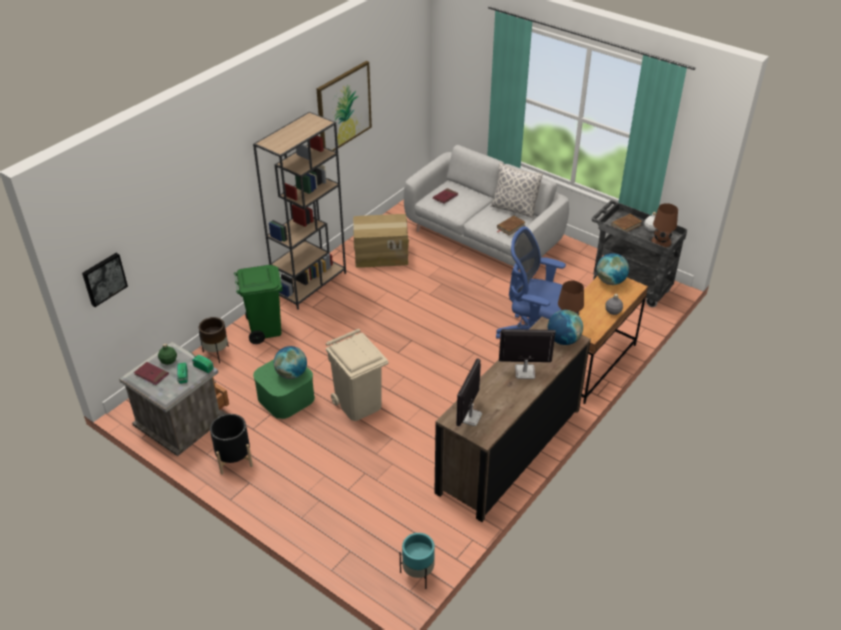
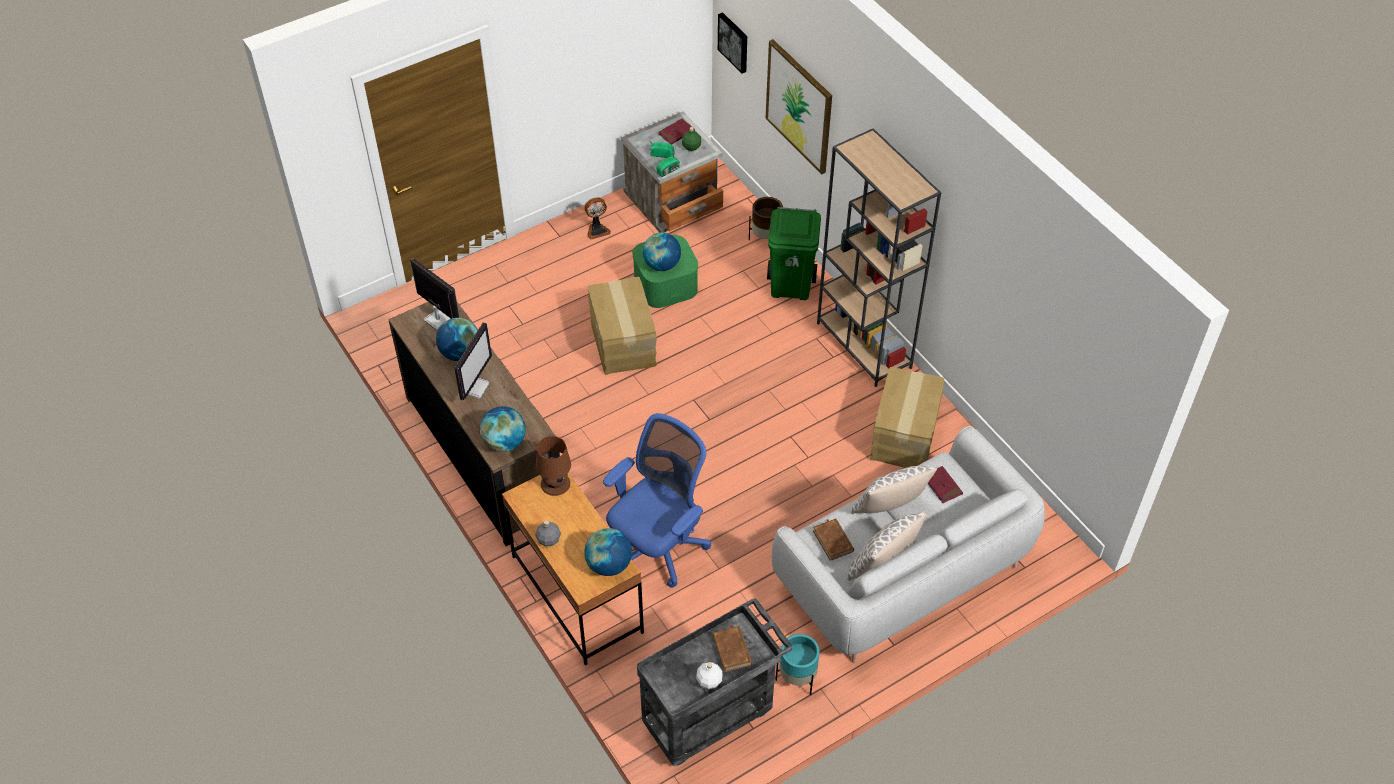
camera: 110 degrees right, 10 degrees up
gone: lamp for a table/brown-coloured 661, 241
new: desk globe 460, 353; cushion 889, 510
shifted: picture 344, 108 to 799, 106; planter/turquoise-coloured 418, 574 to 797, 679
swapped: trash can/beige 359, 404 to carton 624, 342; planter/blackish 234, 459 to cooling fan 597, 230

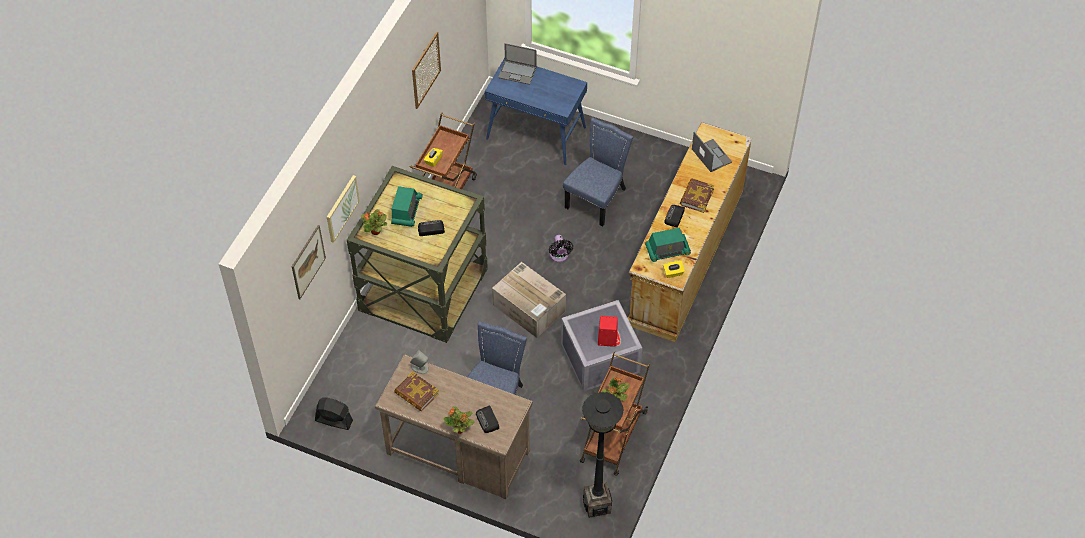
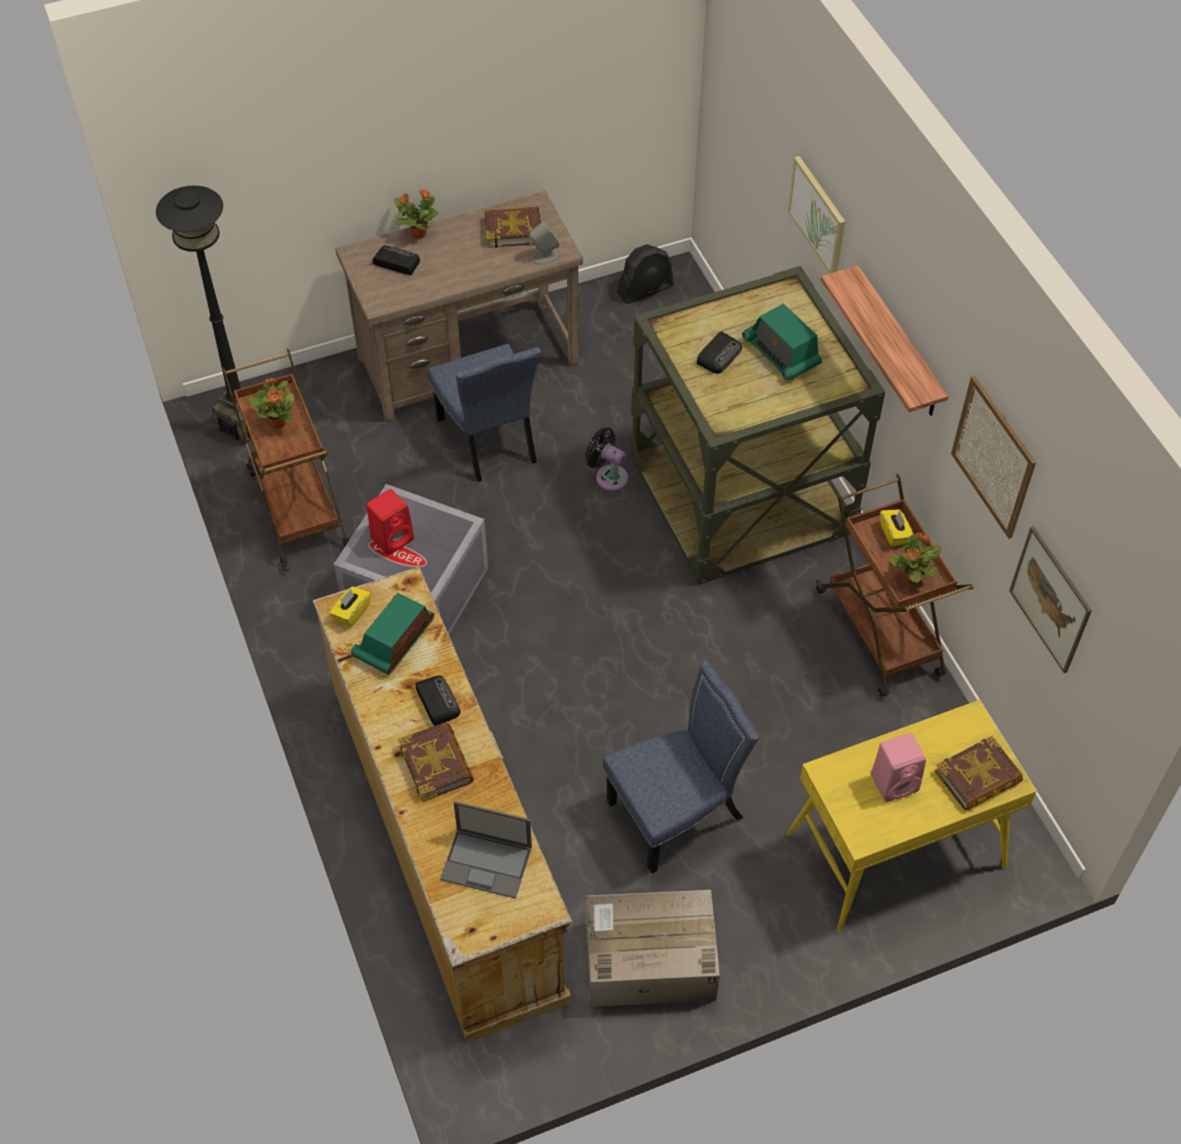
camera: 135 degrees right, 0 degrees up
new: shelf 898, 345; speaker/pink-coloured 895, 782
shifted: houseplant 376, 231 to 911, 578; picture 308, 261 to 1050, 599; cooling fan/blackish 559, 256 to 608, 476; carton 530, 308 to 648, 961
swapped: notebook computer 517, 72 to volume 978, 777
repainted: desk table/bluish 536, 133 to desk table/yellowish 895, 851
rotated: plain chair/bluish 596, 200 = 674, 814 105 degrees counterclockwise

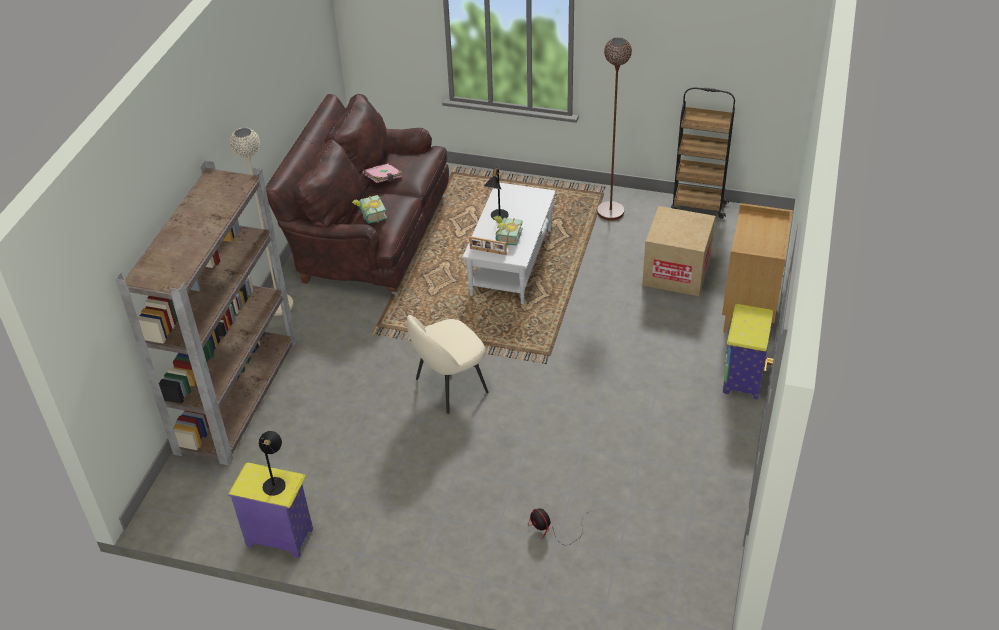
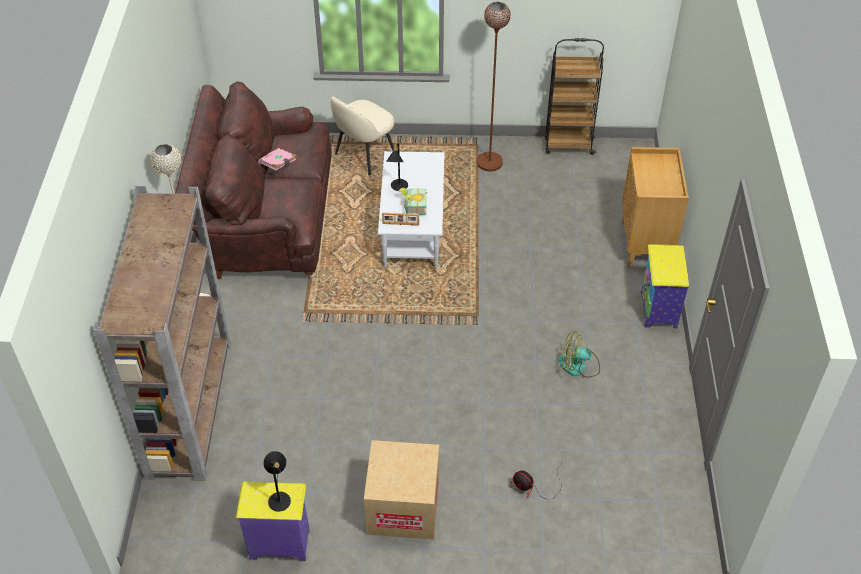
camera: 15 degrees left, 5 degrees up
gone: volume 369, 216
new: cooling fan 578, 366
shifted: carton 676, 272 to 403, 507; plain chair/beige 449, 386 to 364, 156

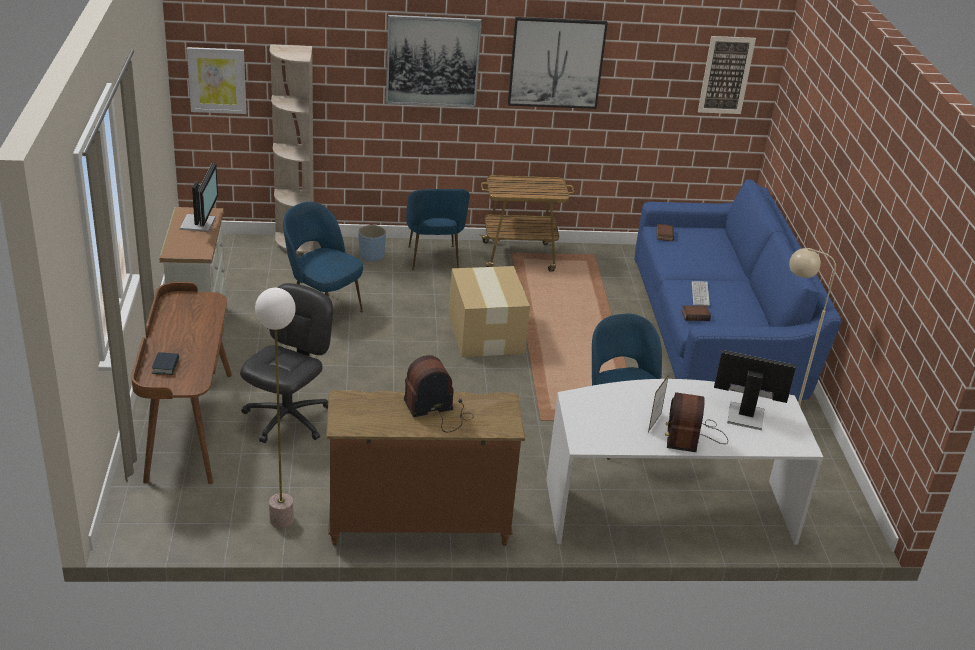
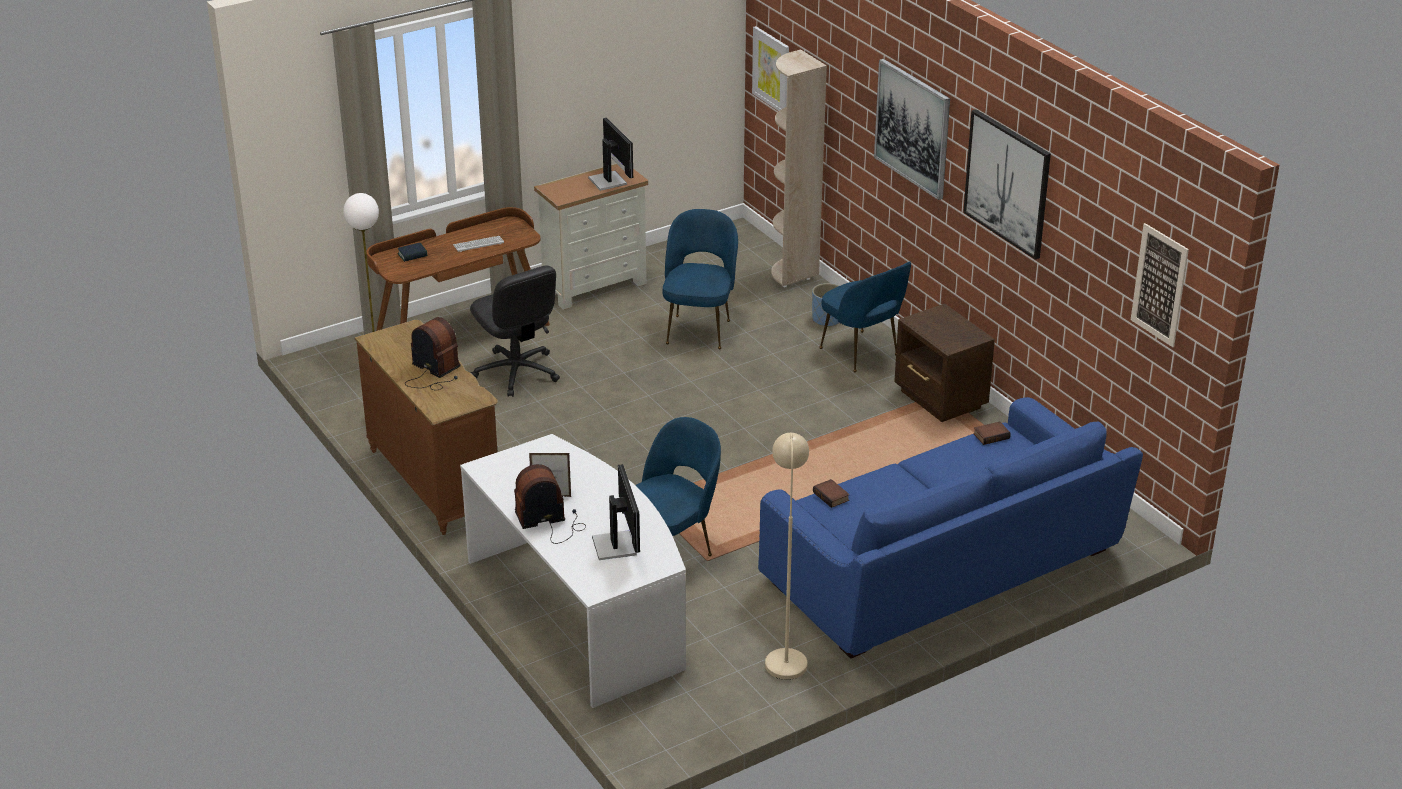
camera: 65 degrees right, 0 degrees up
gone: carton 486, 333
shifted: computer keyboard 700, 294 to 478, 244
swapped: wheeled cart 520, 256 to night table/brown-coloured 940, 400
rotated: monitor 199, 223 = 609, 180 90 degrees counterclockwise; plain chair/bluish 433, 261 = 862, 355 90 degrees counterclockwise; computer chair/blackish 288, 418 = 516, 372 60 degrees clockwise

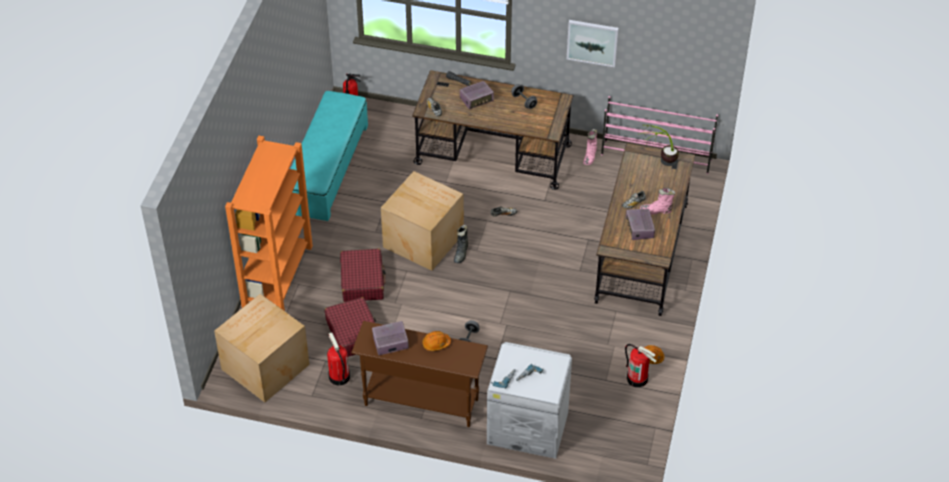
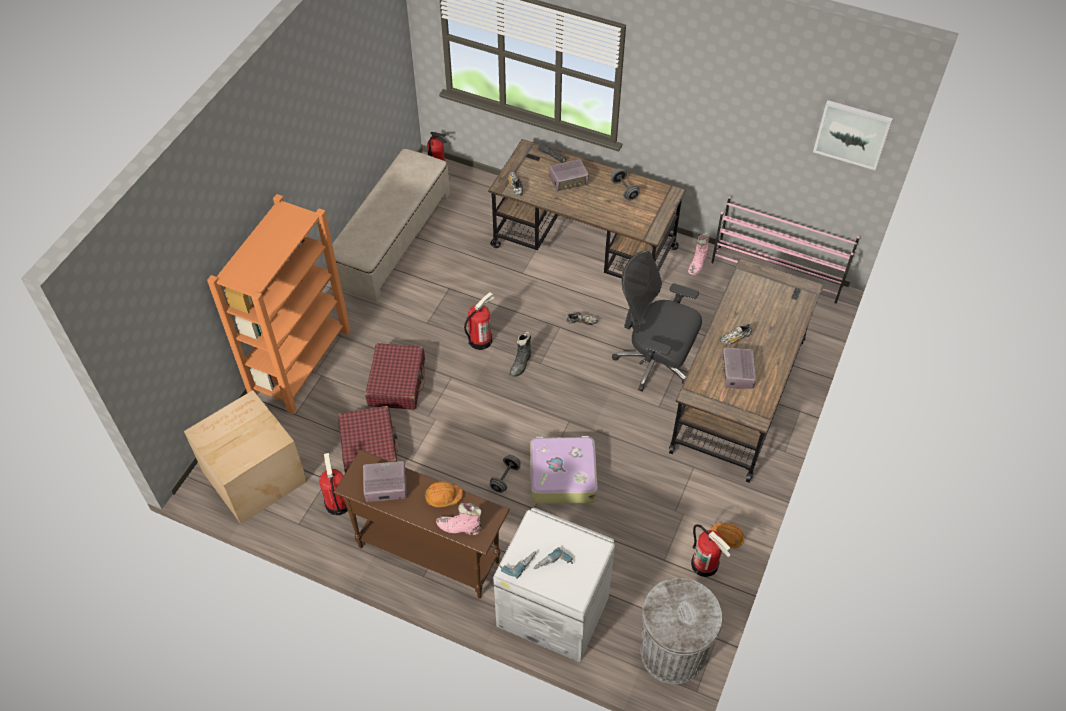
camera: 10 degrees right, 5 degrees up
gone: houseplant 658, 161
new: computer chair 655, 364; travel case 562, 475; trash can/greyish 672, 653
shifted: picture 592, 42 to 852, 134; boot/pink-coloured 656, 211 to 460, 527
swapped: carton 423, 239 to fire extinguisher 480, 340
repainted: bench/turquoise-coloured 328, 167 to bench/beige 392, 238

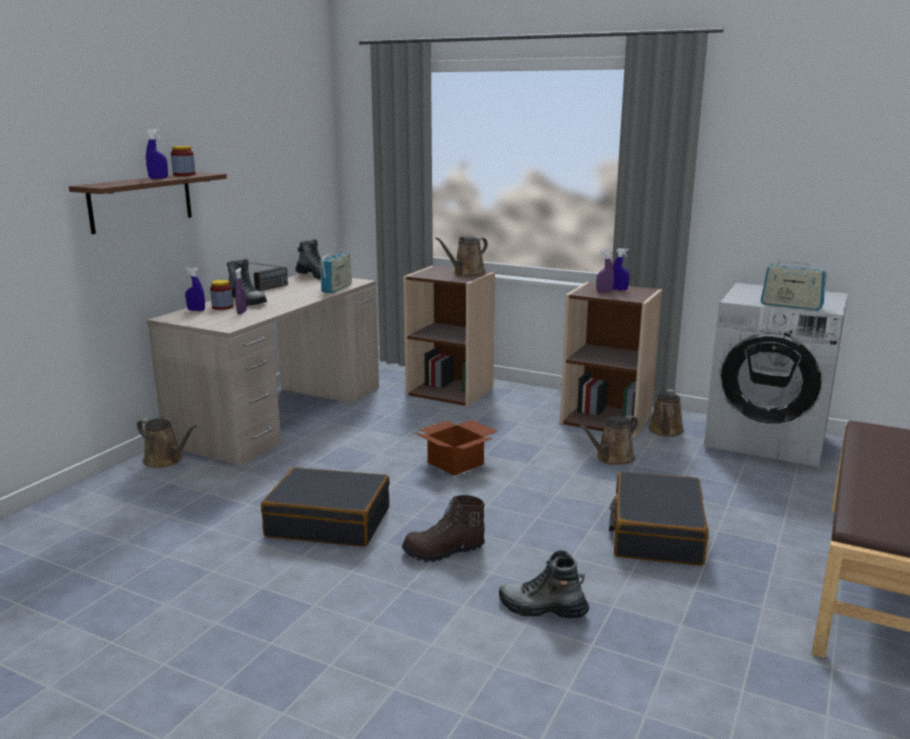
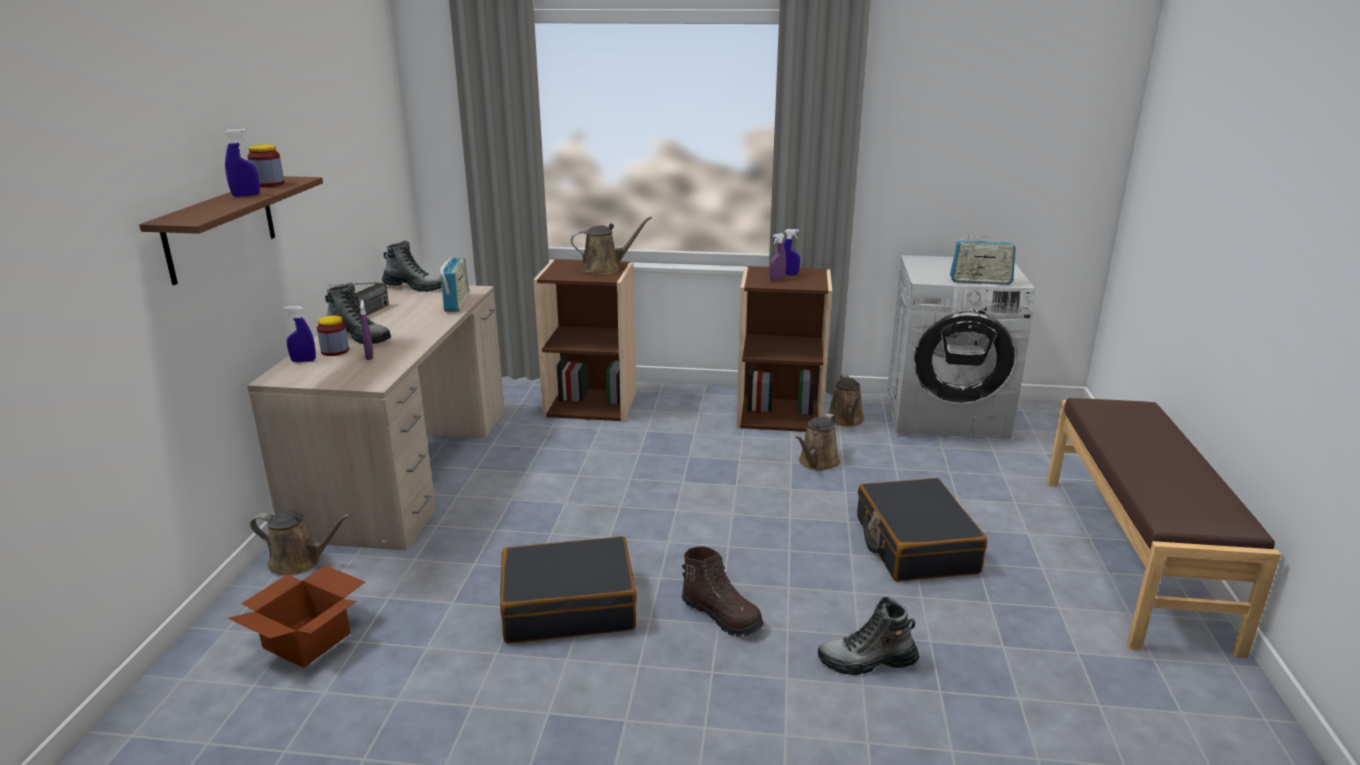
camera: 20 degrees left, 5 degrees up
shifted: carton 457, 463 to 309, 640
rotated: sprinkling can/brown-coloured 466, 274 = 604, 268 135 degrees counterclockwise; boot/brown-coloured 444, 551 = 722, 615 105 degrees counterclockwise

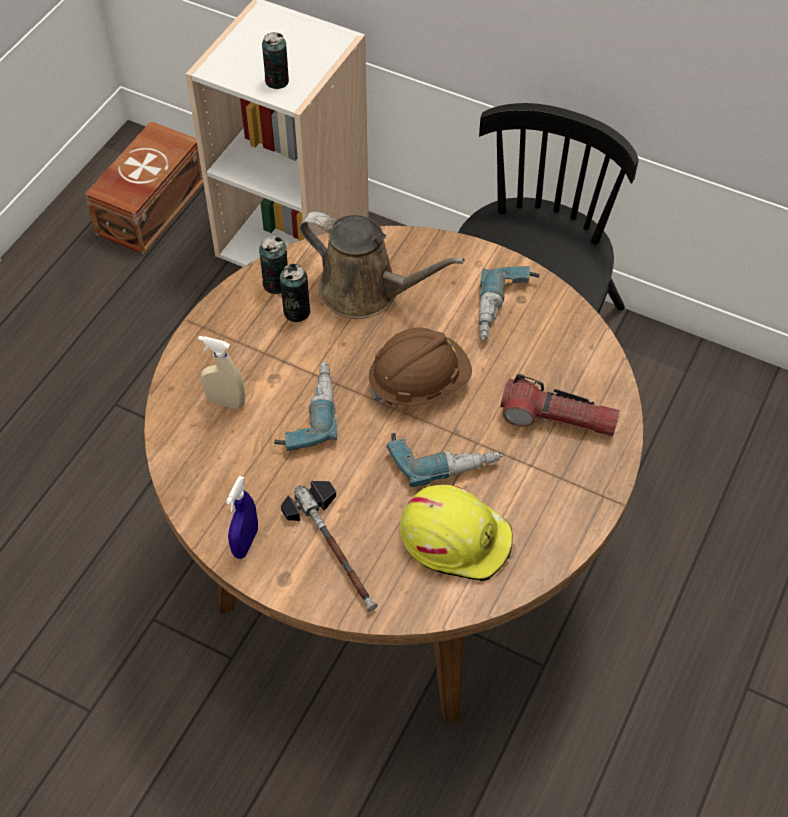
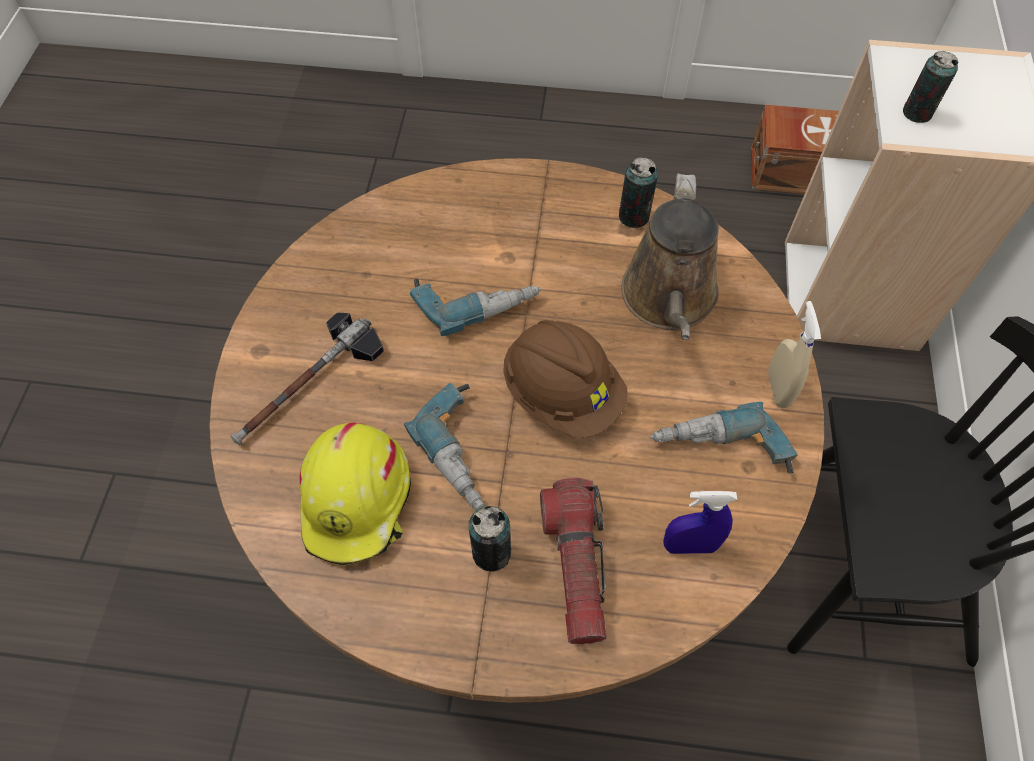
camera: 70 degrees right, 5 degrees up
shifted: sealed can 296, 312 to 491, 553; sprayer/beige 225, 402 to 778, 388; sprayer/bluish 245, 543 to 689, 546

